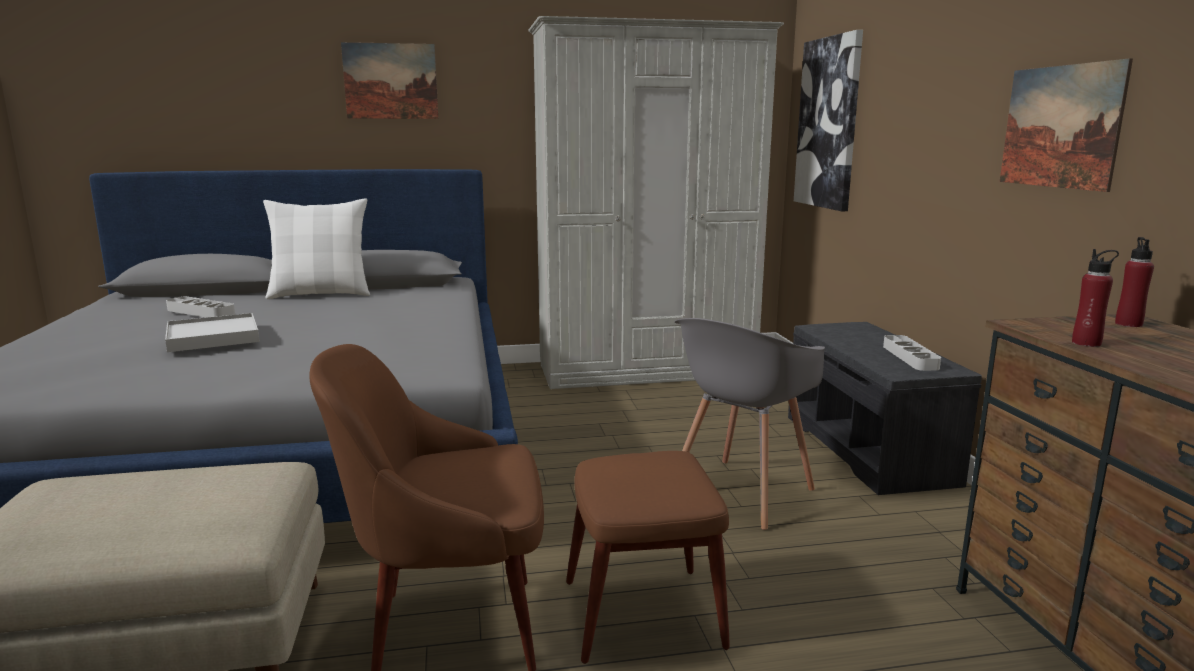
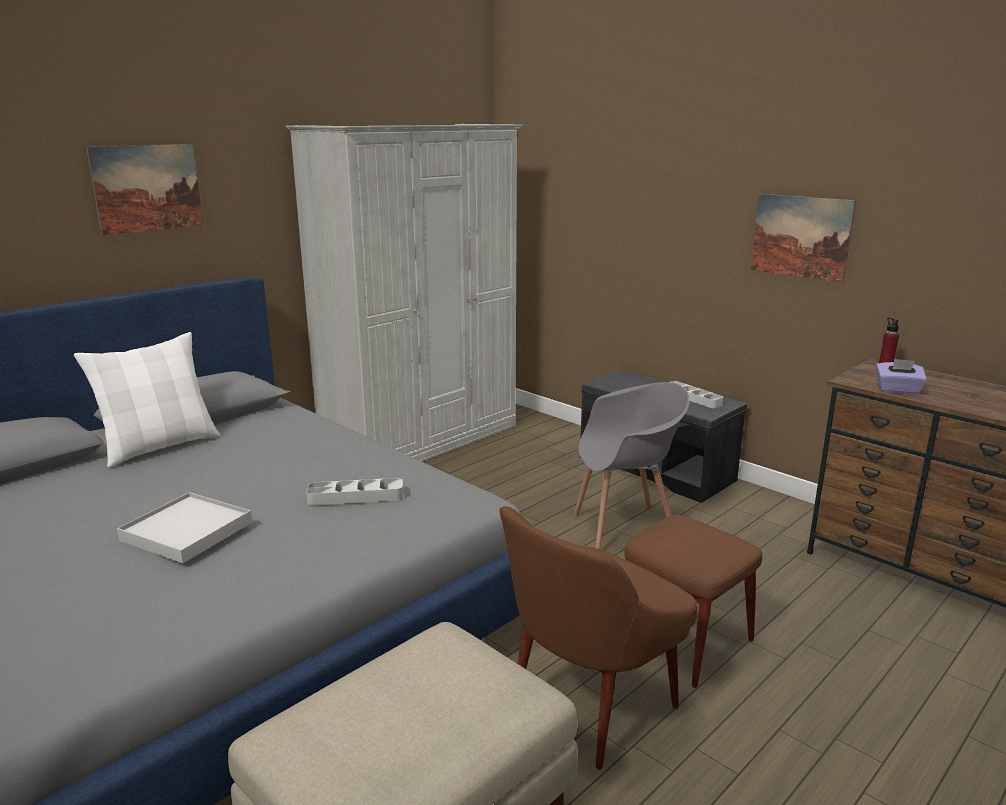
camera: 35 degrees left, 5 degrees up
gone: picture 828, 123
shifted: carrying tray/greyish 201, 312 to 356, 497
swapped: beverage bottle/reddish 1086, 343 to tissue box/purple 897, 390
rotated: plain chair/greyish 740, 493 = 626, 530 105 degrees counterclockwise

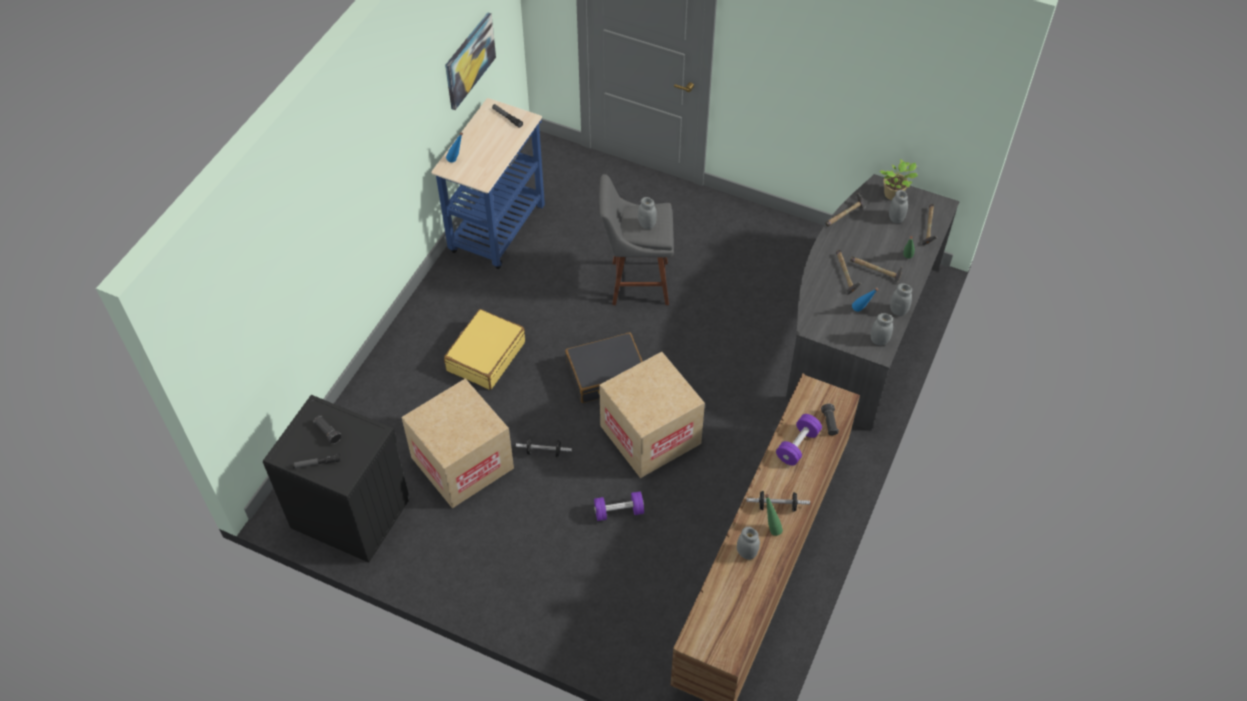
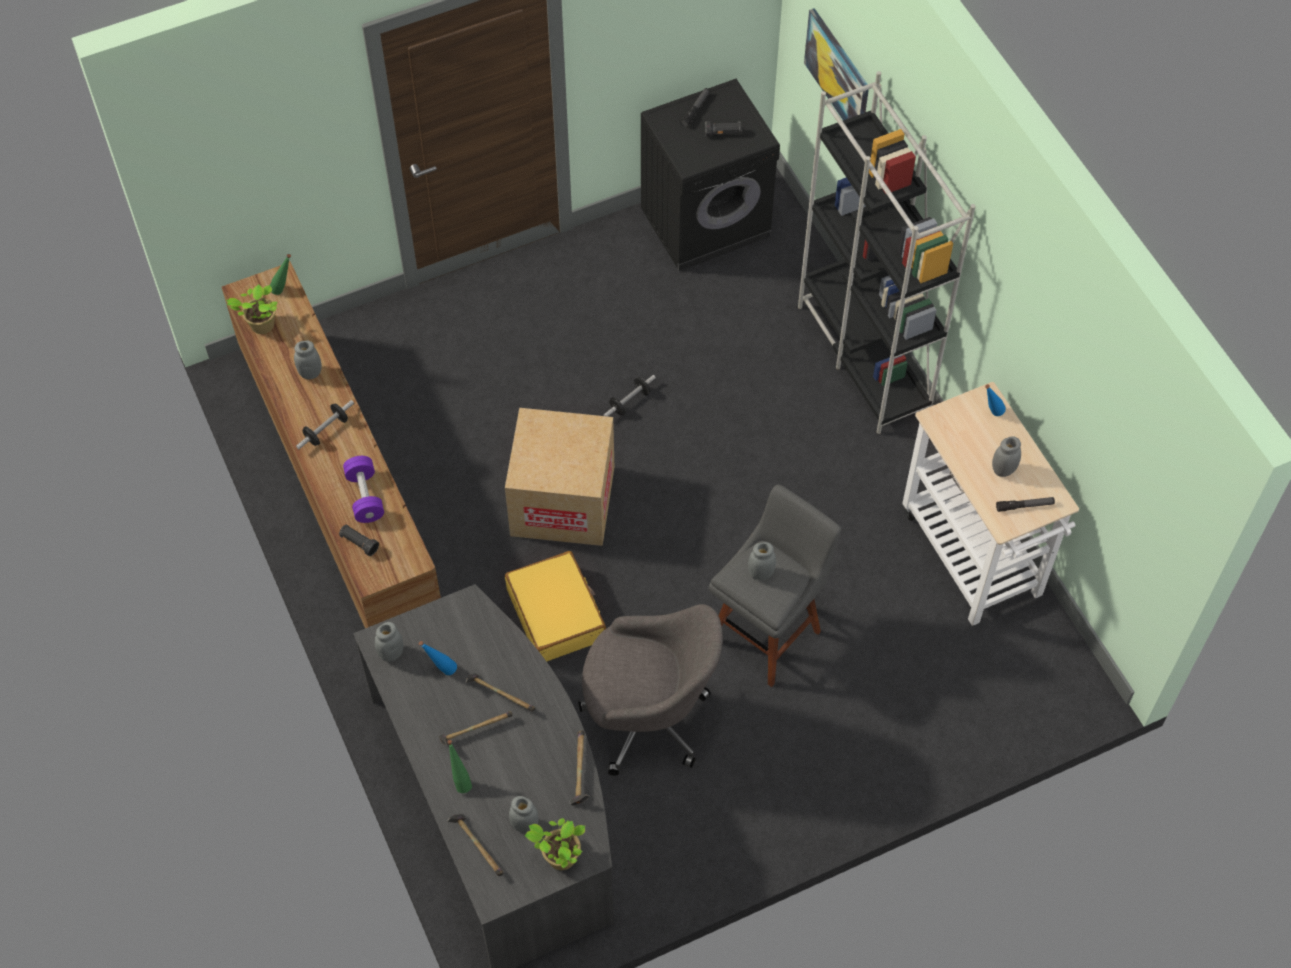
camera: 130 degrees right, 5 degrees up
gone: travel case/blackish 606, 375; carton 462, 463; hand weight/purple 619, 511
new: bookcase/blackish 863, 359; houseplant 260, 326; computer chair/greyish 648, 719
shifted: picture 469, 60 to 838, 73; jar/greyish 898, 311 to 1003, 470; travel case/yellowish 485, 356 to 556, 615; beverage bottle/green-coloured 770, 527 to 284, 290
repainted: wheeled cart/bluish 498, 227 to wheeled cart/whitish 972, 555

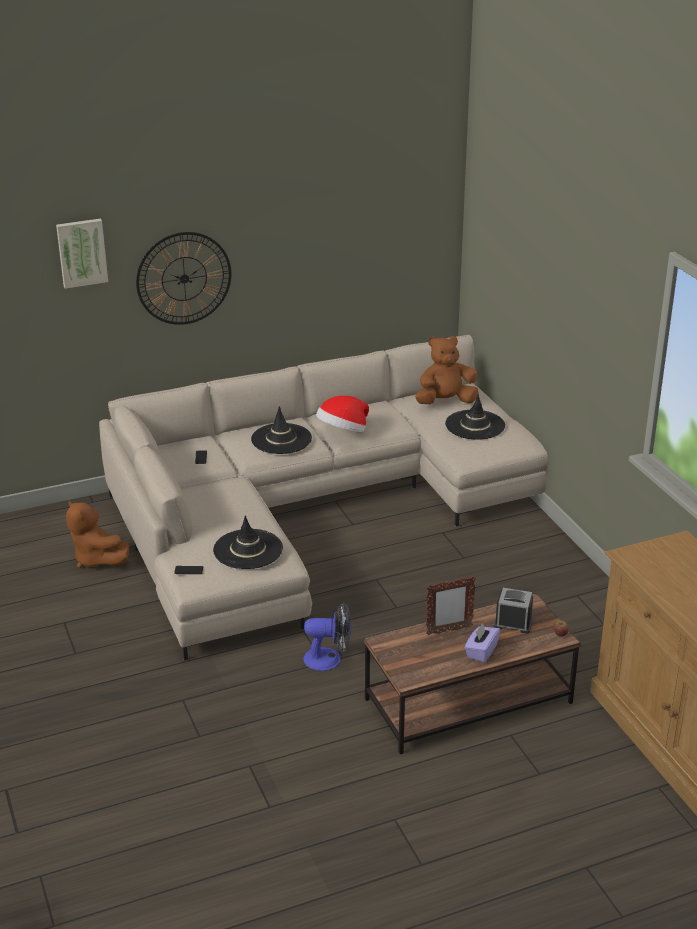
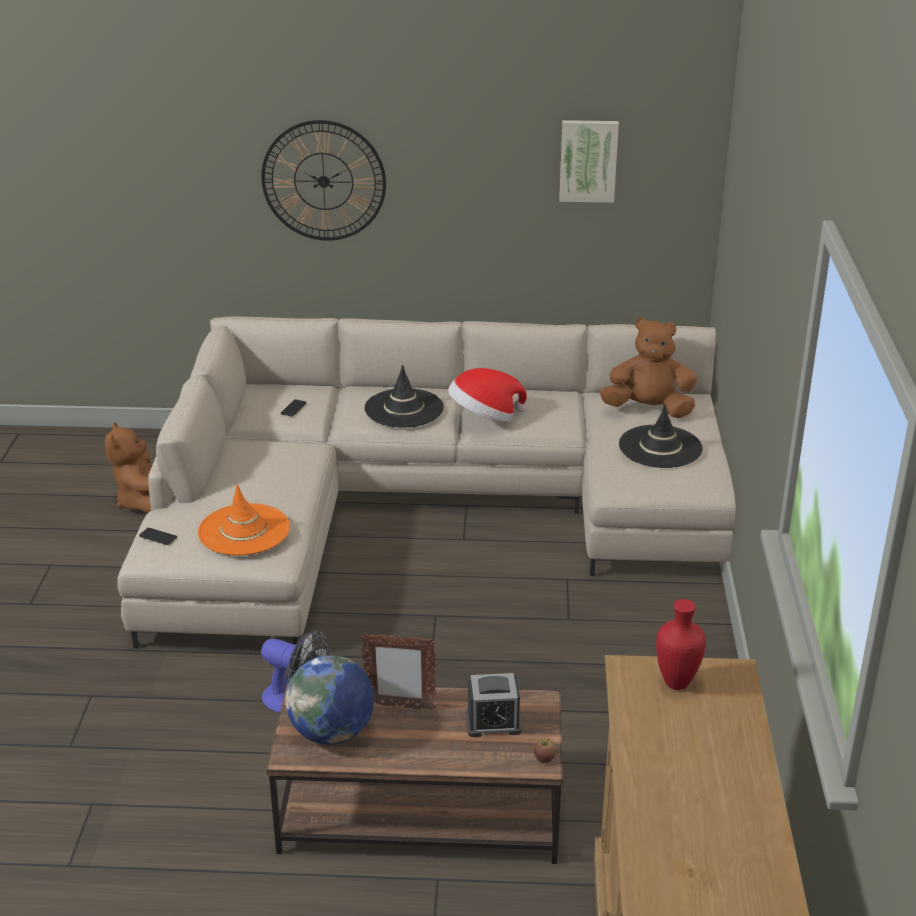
camera: 25 degrees right, 0 degrees up
gone: tissue box/purple 481, 652
new: vase/reddish 675, 683; desk globe 332, 733
shifted: picture 81, 252 to 588, 160
repainted: hat/blackish 248, 549 to hat/orange-coloured 244, 530
rotated: bedside clock 513, 623 = 493, 722 135 degrees clockwise

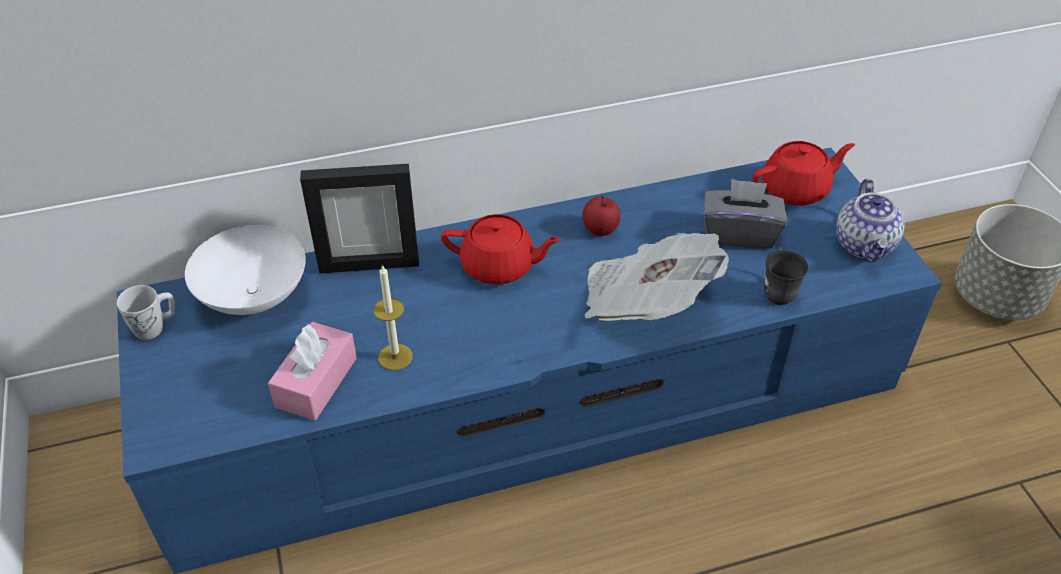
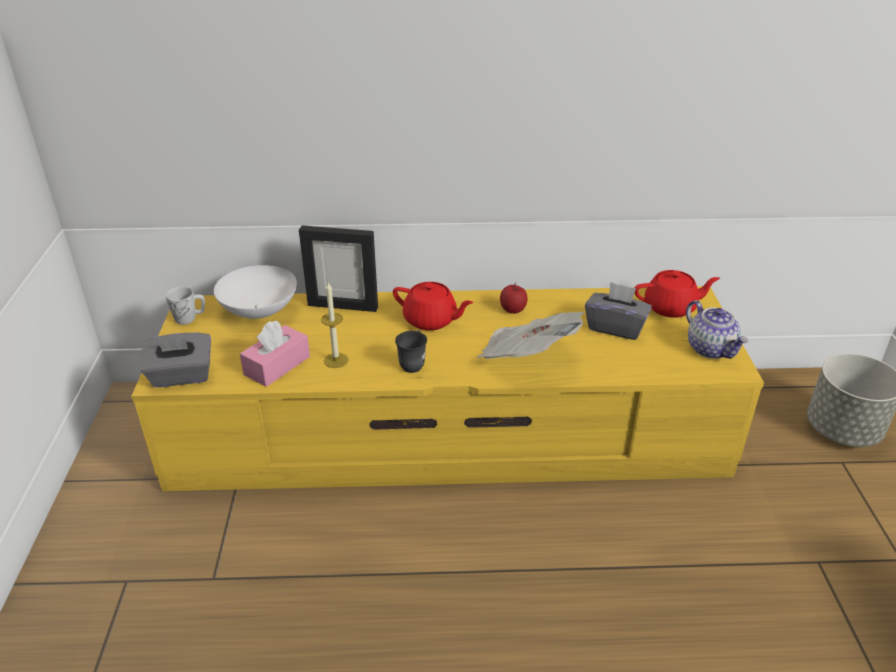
camera: 15 degrees right, 10 degrees down
new: tissue box/greyish 181, 376
shifted: mug/greyish 778, 290 to 413, 363
repainted: tv unit/bluish 532, 393 to tv unit/yellowish 449, 429
rotated: pot for tea 865, 245 = 711, 349 45 degrees counterclockwise

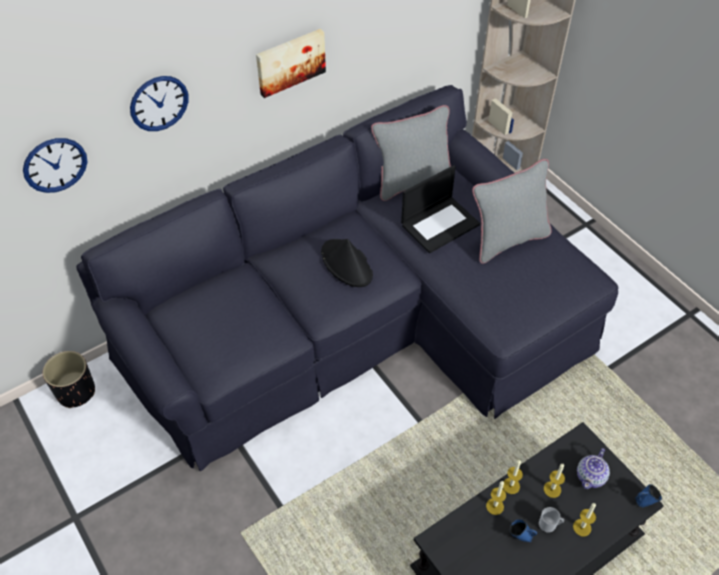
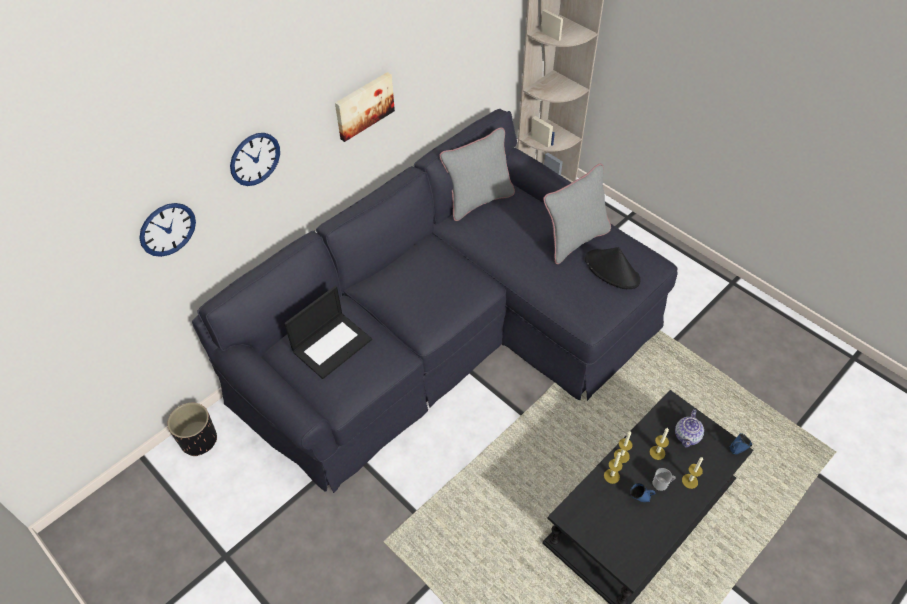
camera: 10 degrees left, 0 degrees up
shifted: notebook computer 440, 224 to 332, 344; hat/blackish 347, 264 to 612, 270

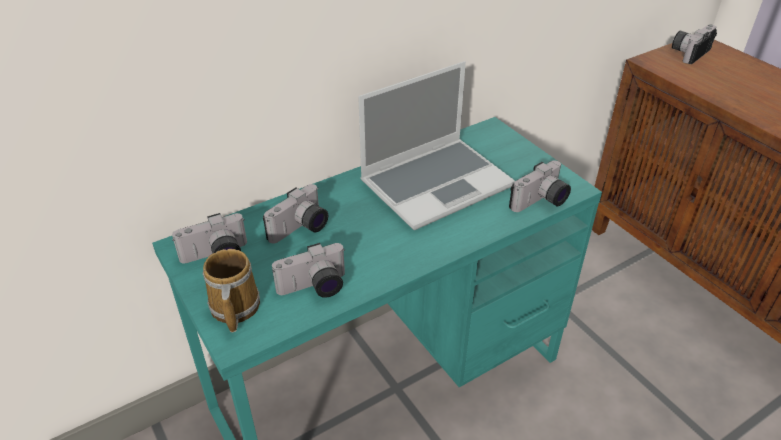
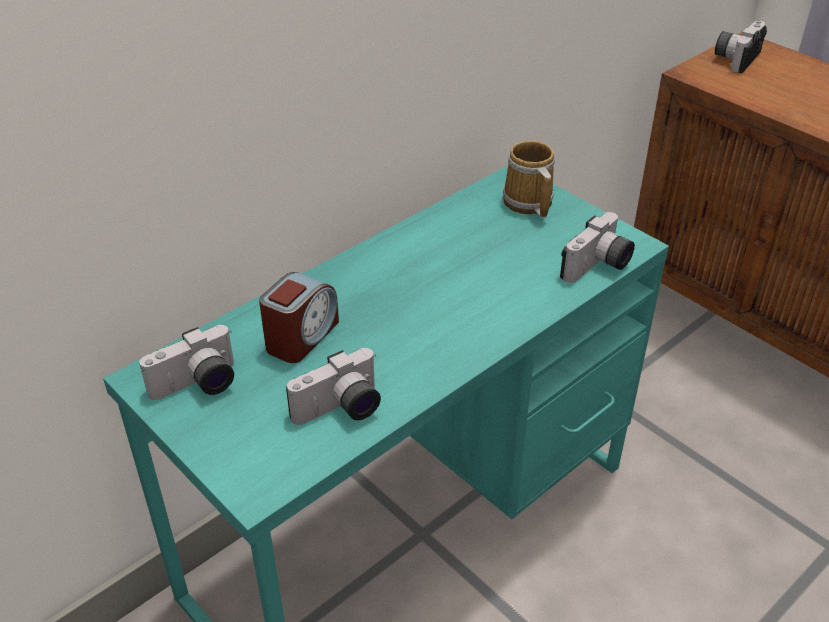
camera: 10 degrees left, 0 degrees up
gone: notebook computer 436, 183
shifted: mug 233, 308 to 527, 203
swapped: photo camera 301, 229 to bedside clock 301, 337

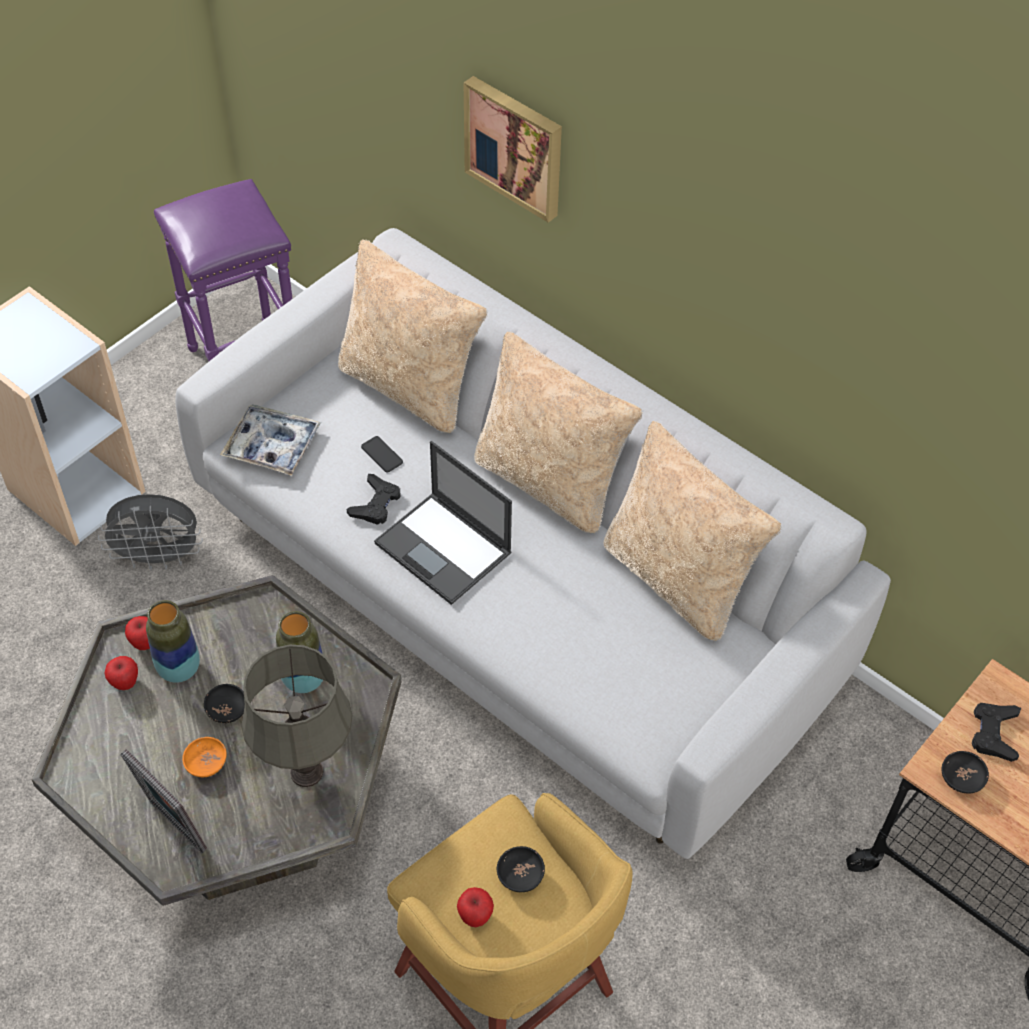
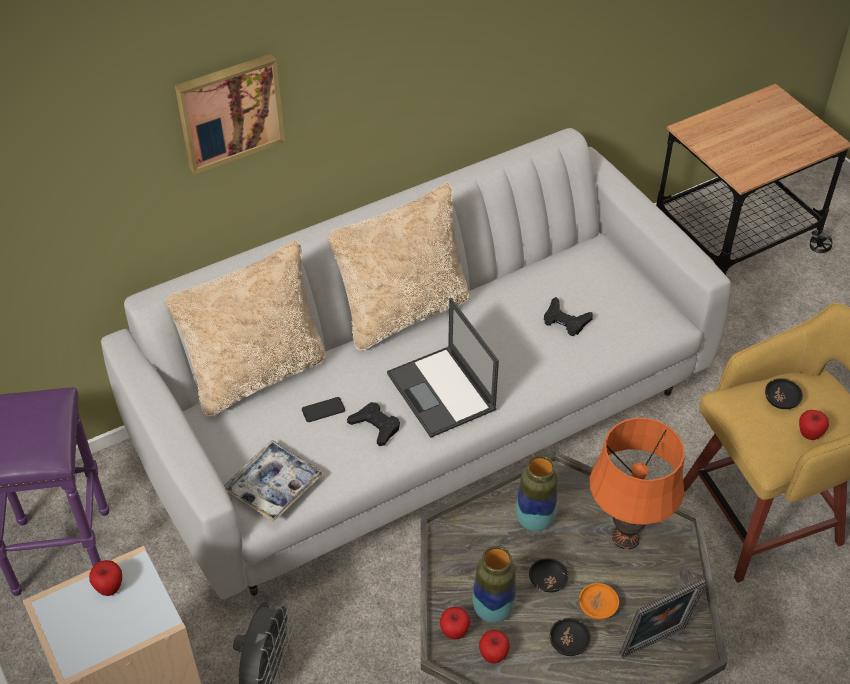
camera: 70 degrees left, 5 degrees down
gone: cushion/beige 676, 583
new: apple 109, 588
shifted: joypad/blackish 994, 733 to 565, 321; deep dish/blackish 961, 779 to 568, 643
repainted: lamp for a table/greyish 307, 772 to lamp for a table/orange-coloured 625, 537
rotated: notebook computer 444, 549 = 442, 392 90 degrees clockwise

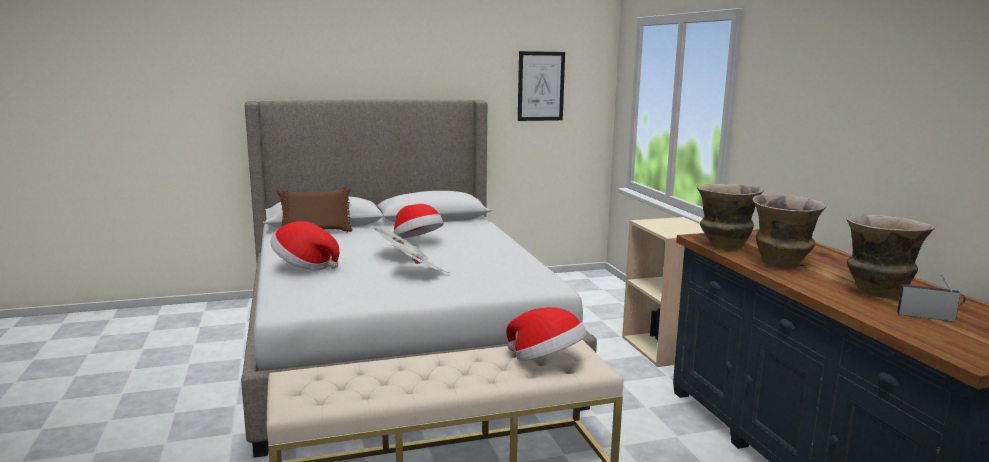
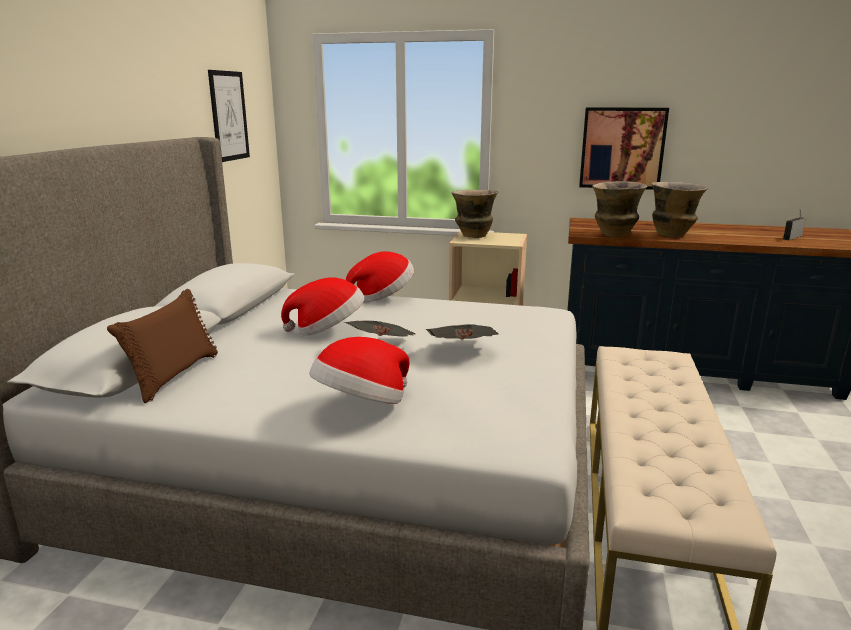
camera: 60 degrees left, 5 degrees up
new: picture 622, 148
shifted: vase 877, 292 to 473, 236; hat 546, 360 to 382, 297

